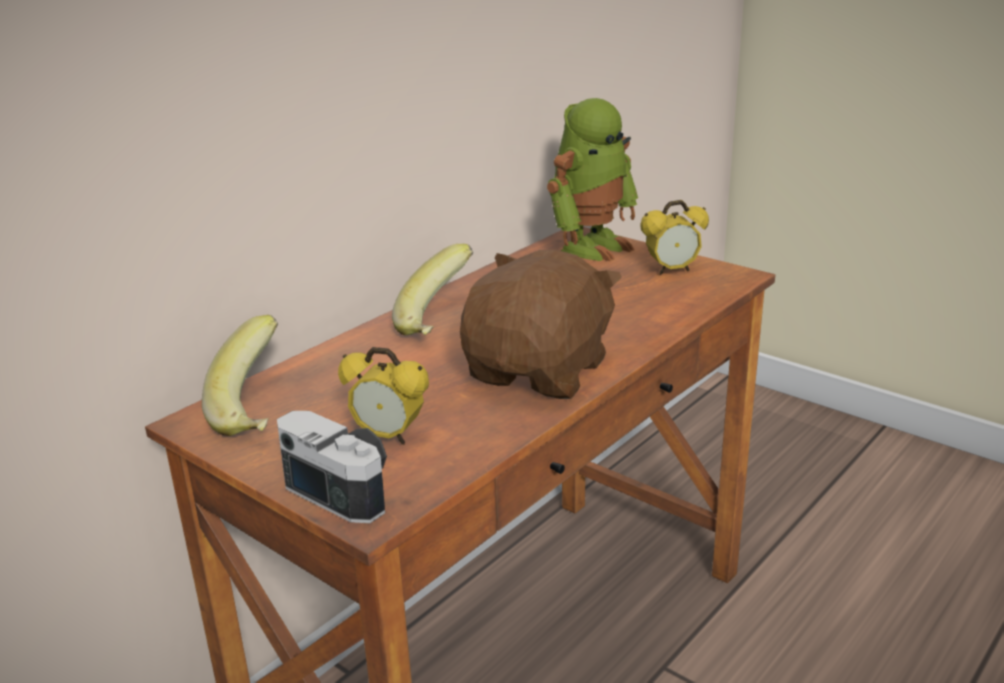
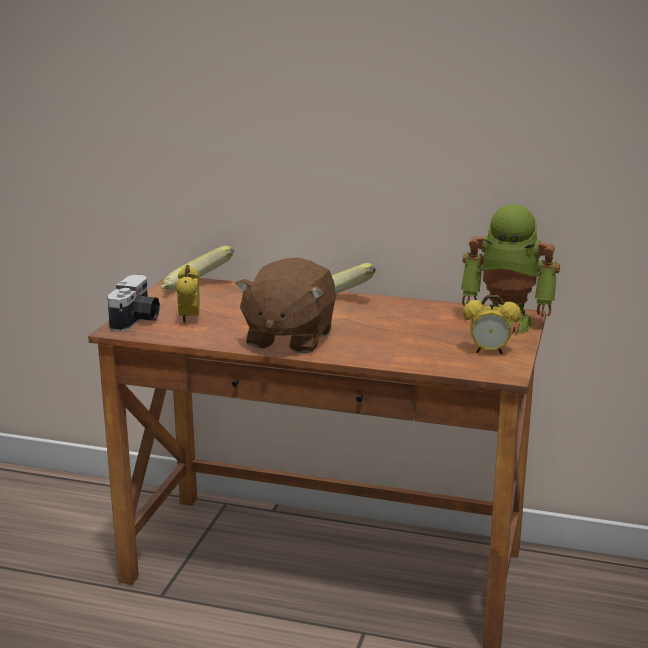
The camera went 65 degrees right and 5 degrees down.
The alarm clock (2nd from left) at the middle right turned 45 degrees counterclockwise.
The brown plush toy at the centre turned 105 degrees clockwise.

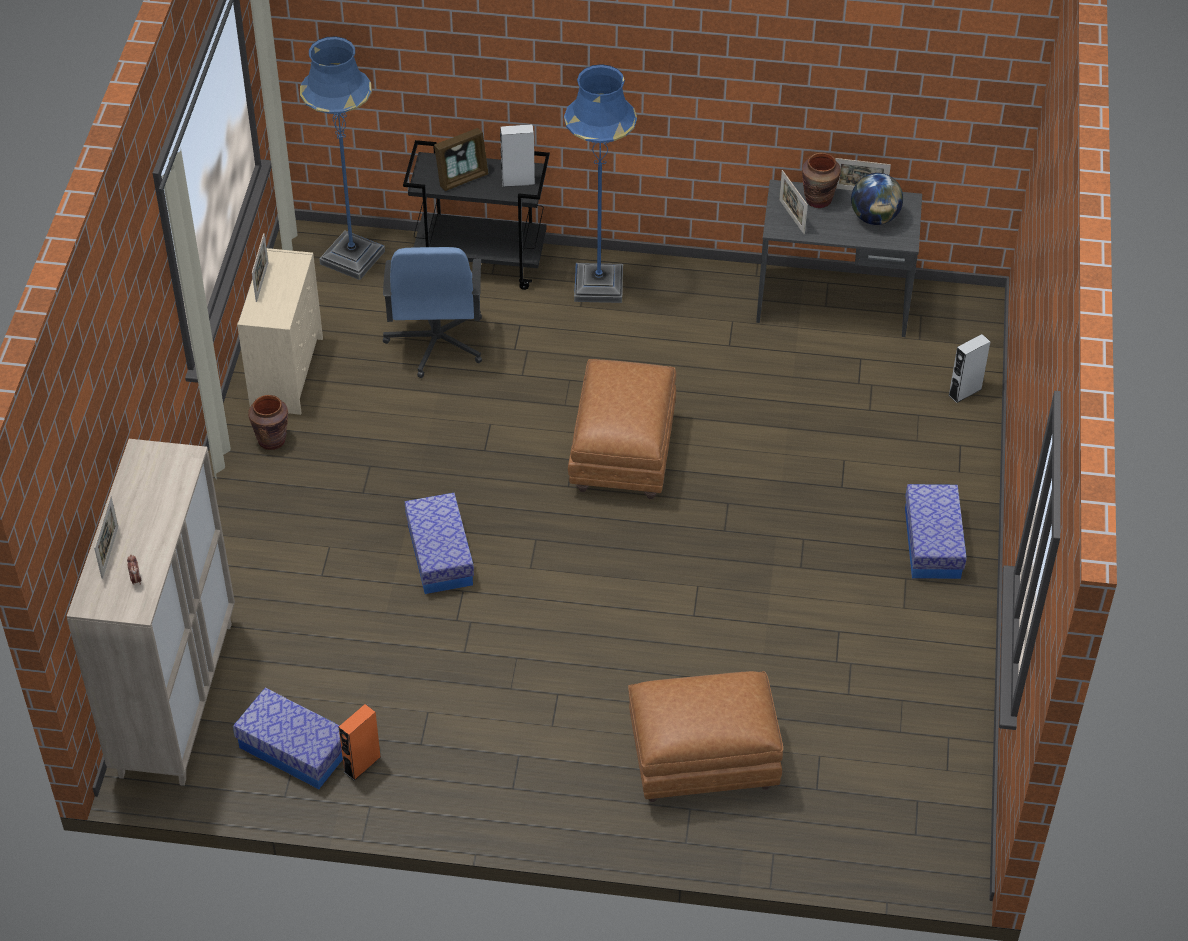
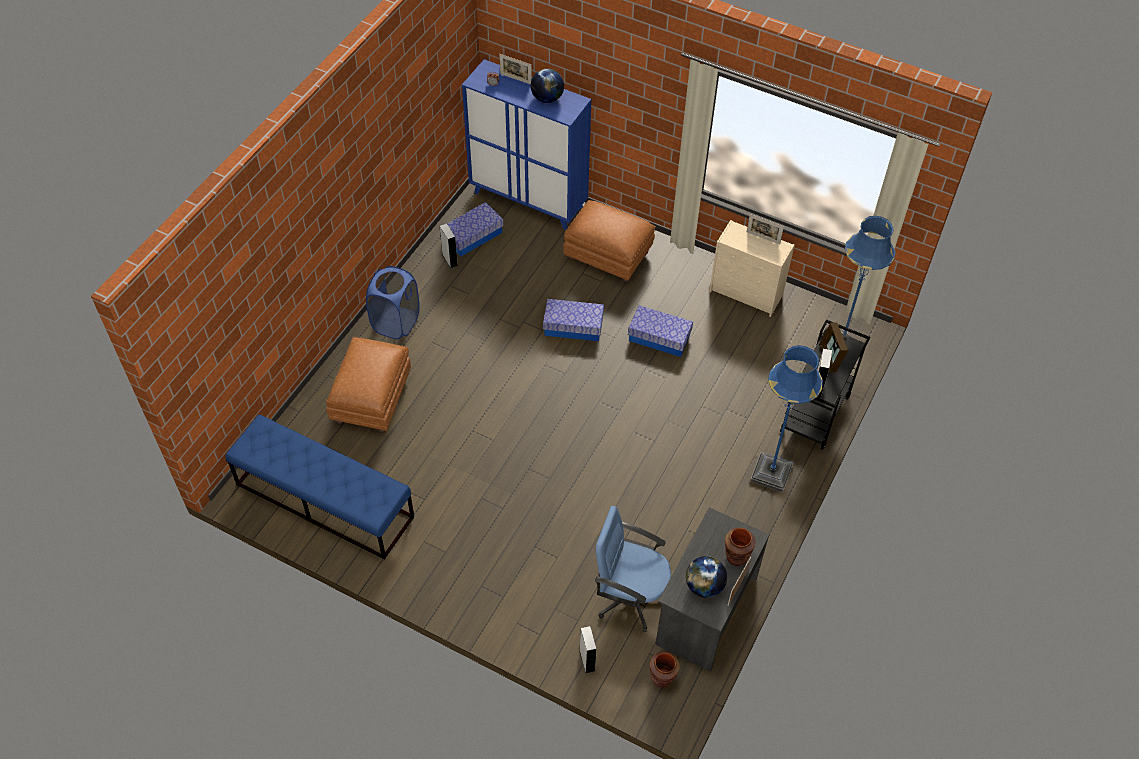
The camera went 110 degrees right and 5 degrees up.
The picture frame (4th from left) at the top right disappeared.
The blue office chair moved from the top centre to the bottom centre.
The brown ottoman (1st from left in the first image) moved from the centre to the top centre.
The brown vase (1st from left) moved from the middle left to the bottom centre.
The beige storage cabinet at the middle left became the blue storage cabinet at the top centre.
The storage bin (3rd from left) moved from the middle right to the centre.
The orange-coloured audio speaker at the bottom left became the greyish audio speaker (1st from left) at the top centre.
The desk globe (1st from left) at the top centre appeared.
The blue hamper at the centre appeared.
The blue bench at the middle left appeared.

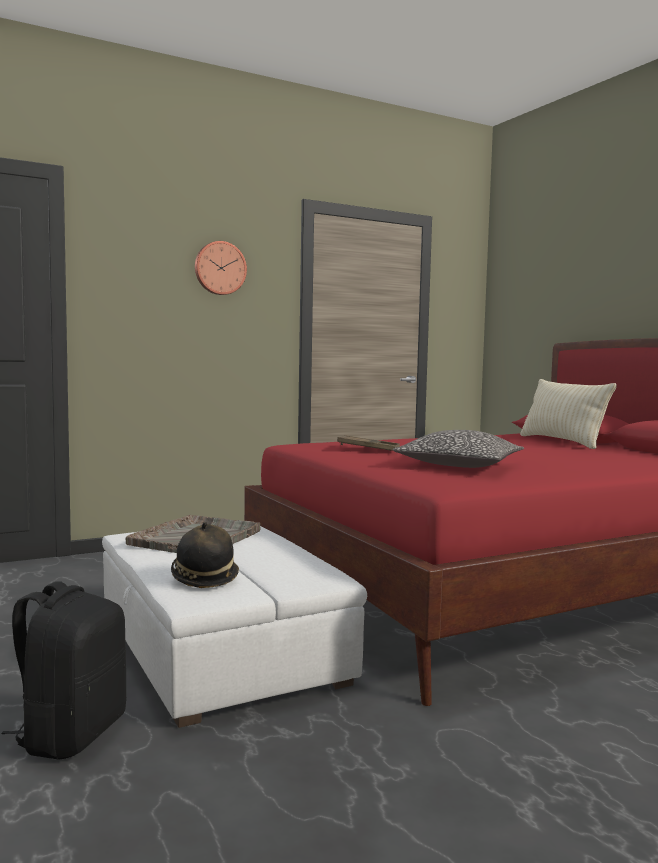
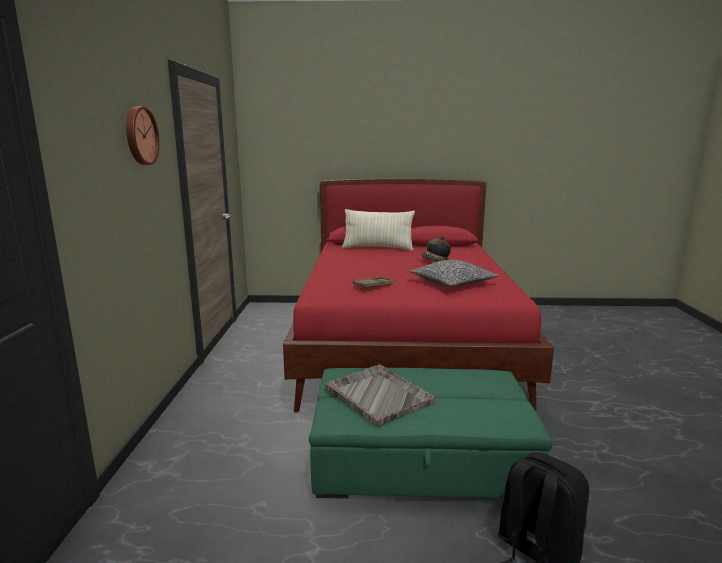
The camera went 60 degrees left and 10 degrees up.
The white-coloured ottoman at the bottom centre became the greenish ottoman at the bottom centre.
The clothing hat moved from the middle left to the centre.

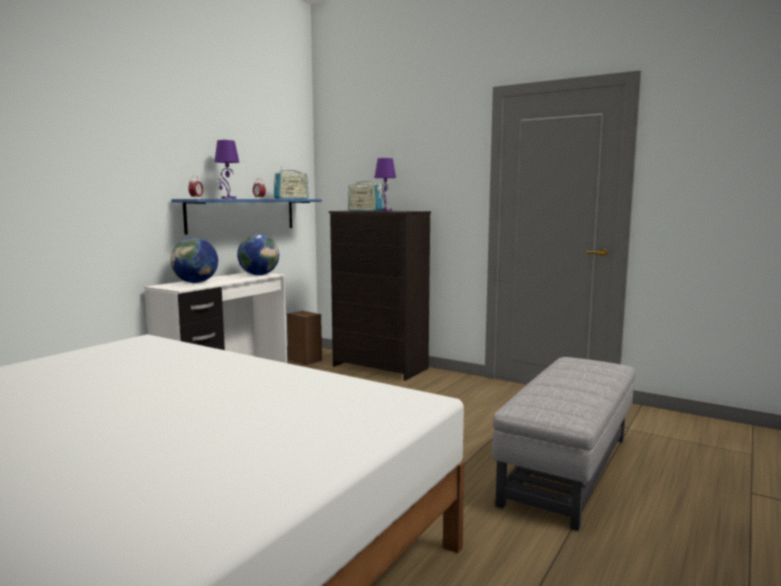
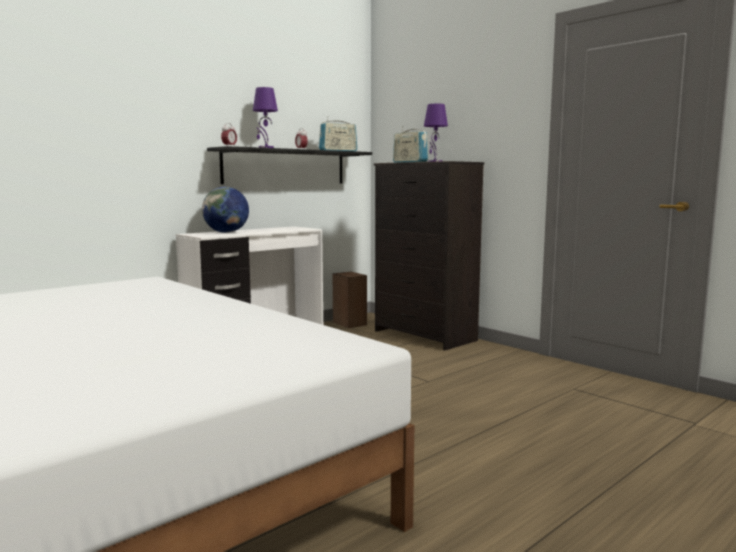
The camera went 15 degrees right and 0 degrees up.
The blue shelf at the middle left became the black shelf at the top centre.
The desk globe (2nd from left) at the middle left disappeared.
The greyish ottoman at the bottom right disappeared.

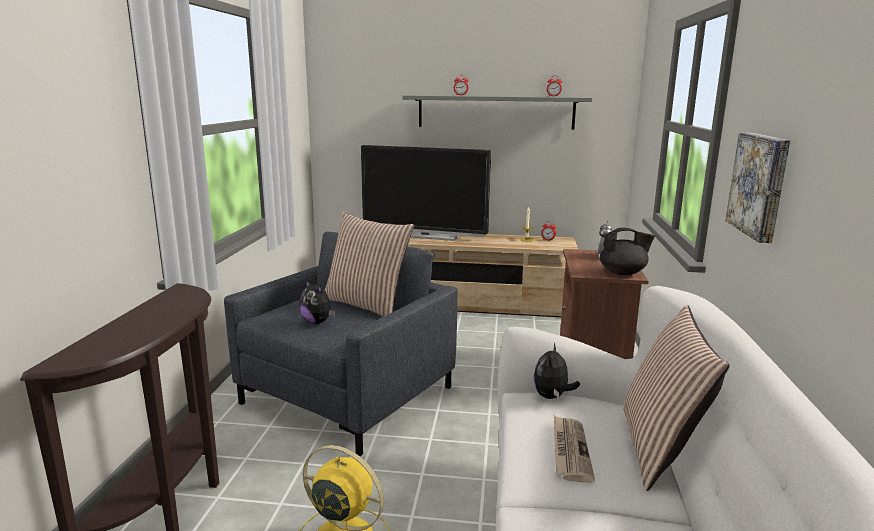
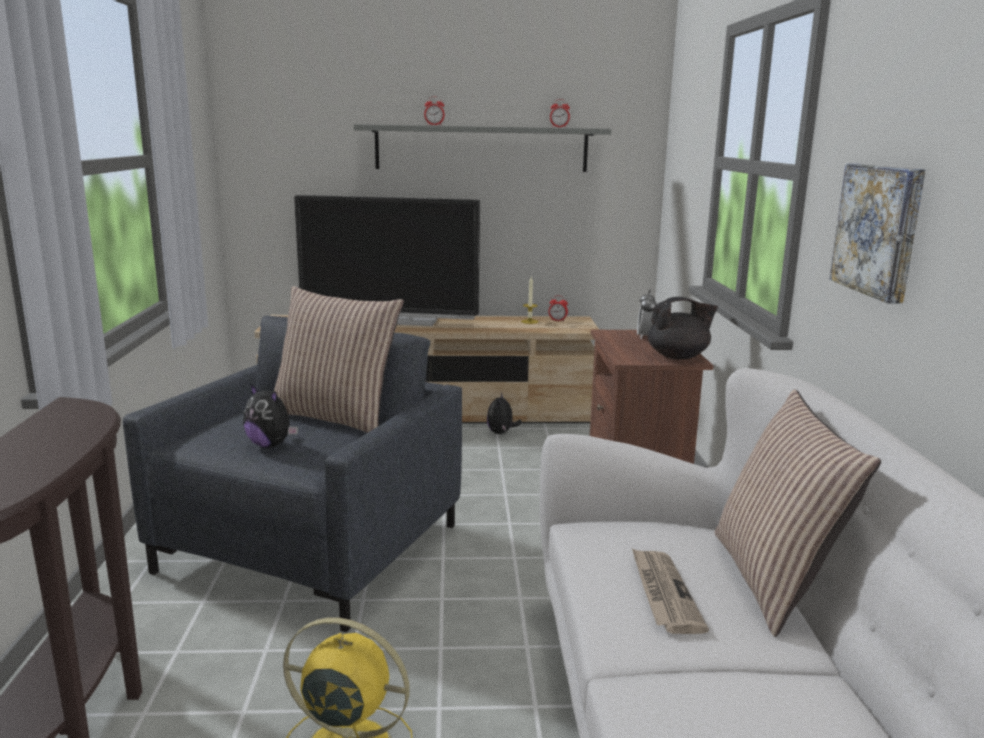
The camera went 10 degrees left and 0 degrees up.
The plush toy (2nd from left) moved from the bottom centre to the centre.

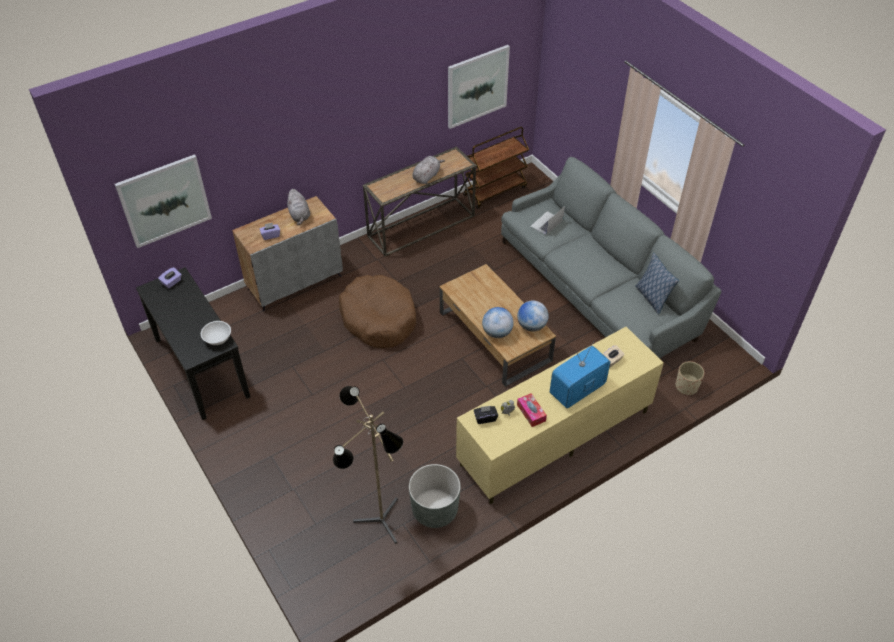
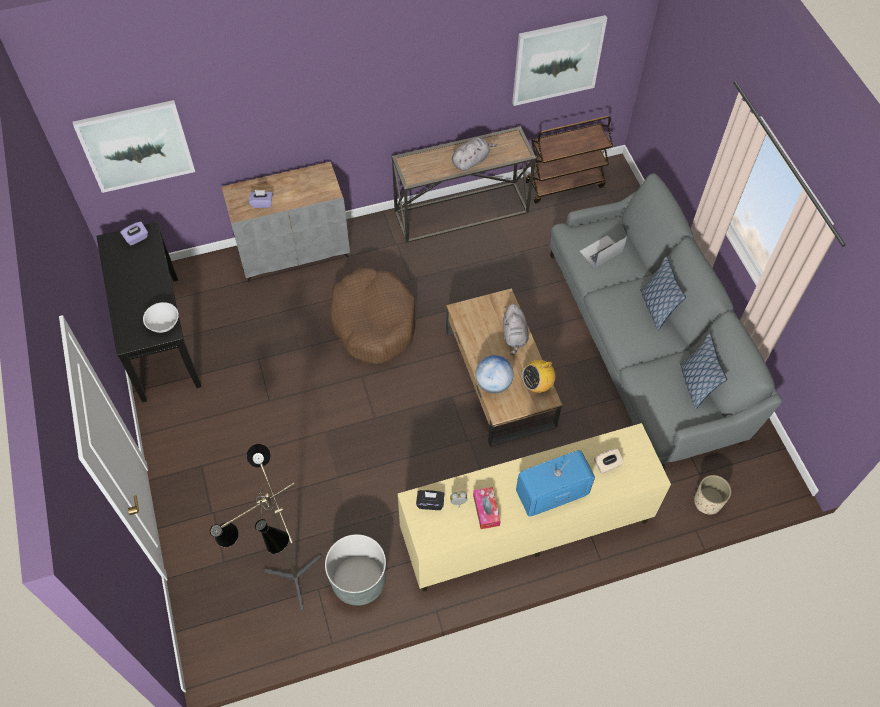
The camera went 15 degrees right and 10 degrees up.
The greyish plush toy (1st from left in the first image) moved from the top centre to the centre.
The desk globe (2nd from left) at the centre was replaced by the radio set at the centre.
The pillow (1st from left) at the middle right appeared.

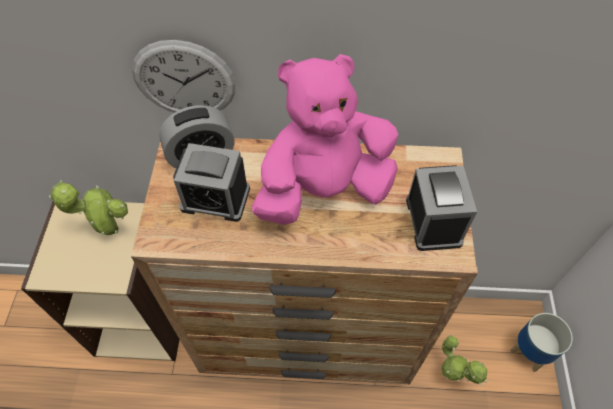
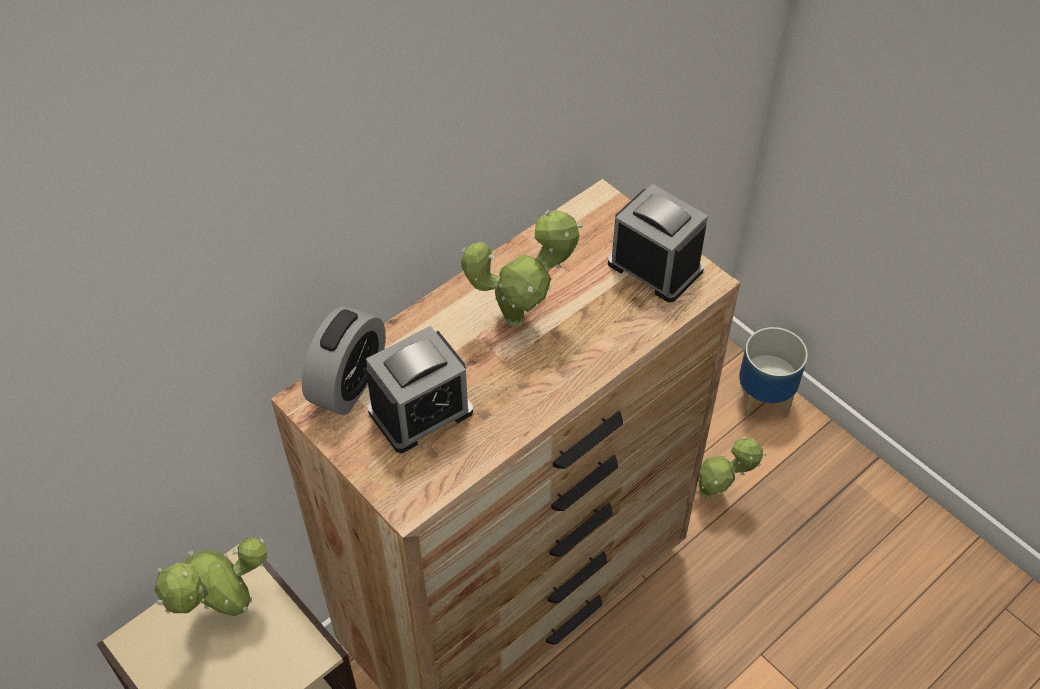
The camera went 45 degrees left and 5 degrees down.
The clock on the wall at the top left disappeared.
The pink plush toy at the centre was replaced by the potted plant (2nd from left) at the centre.

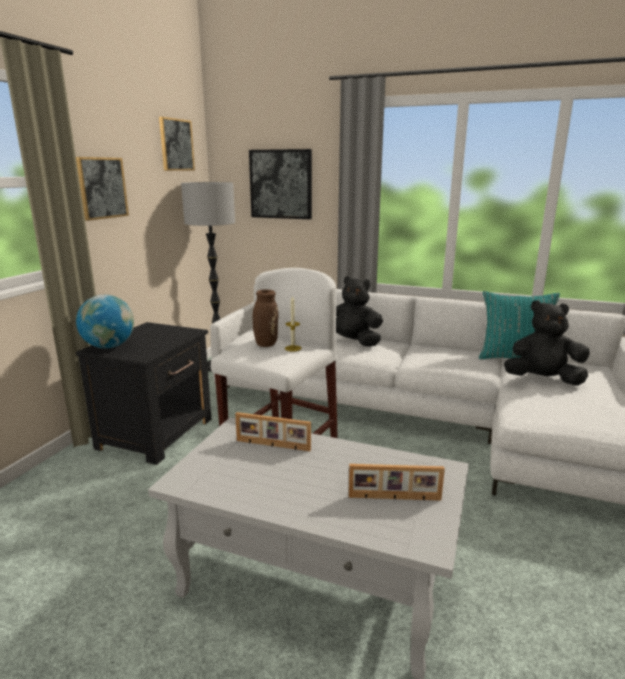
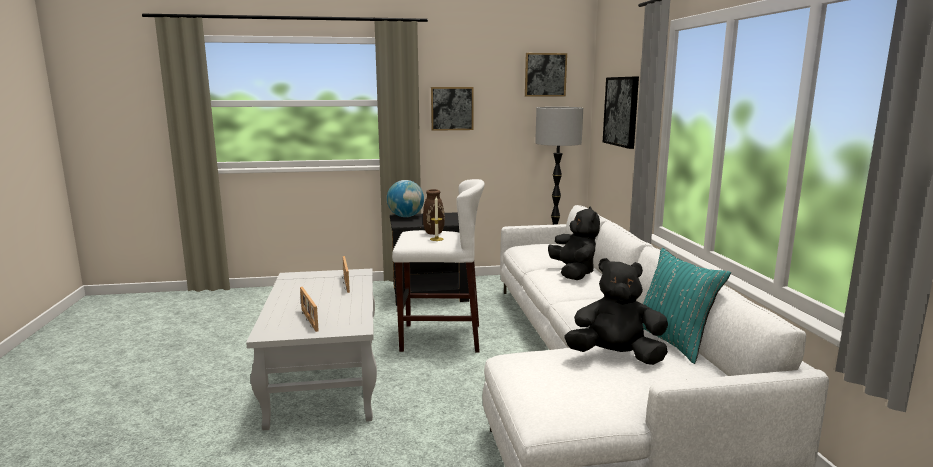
The camera went 60 degrees right and 5 degrees down.
The black plush toy (2nd from left) at the middle right turned 60 degrees counterclockwise.

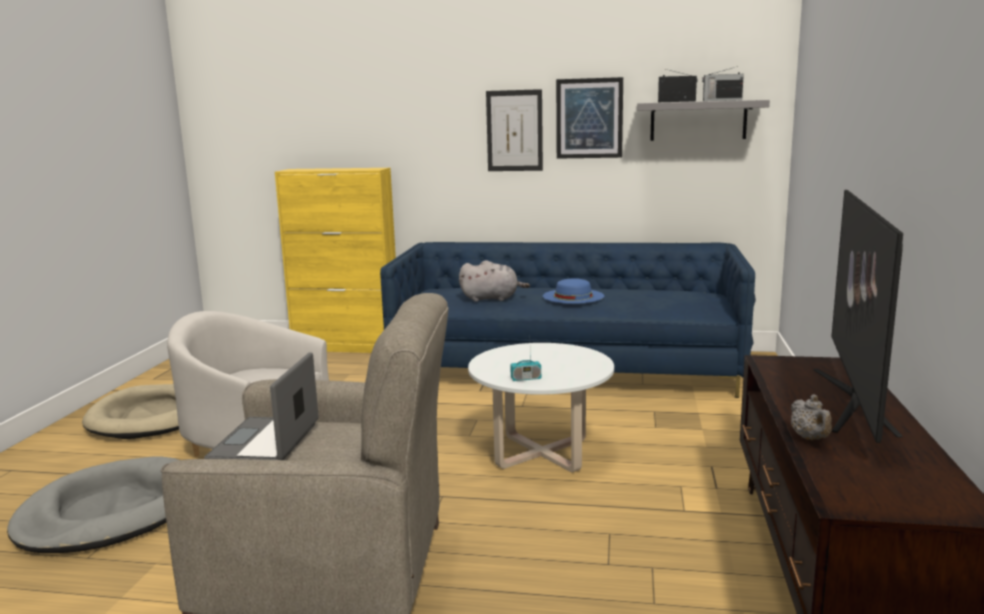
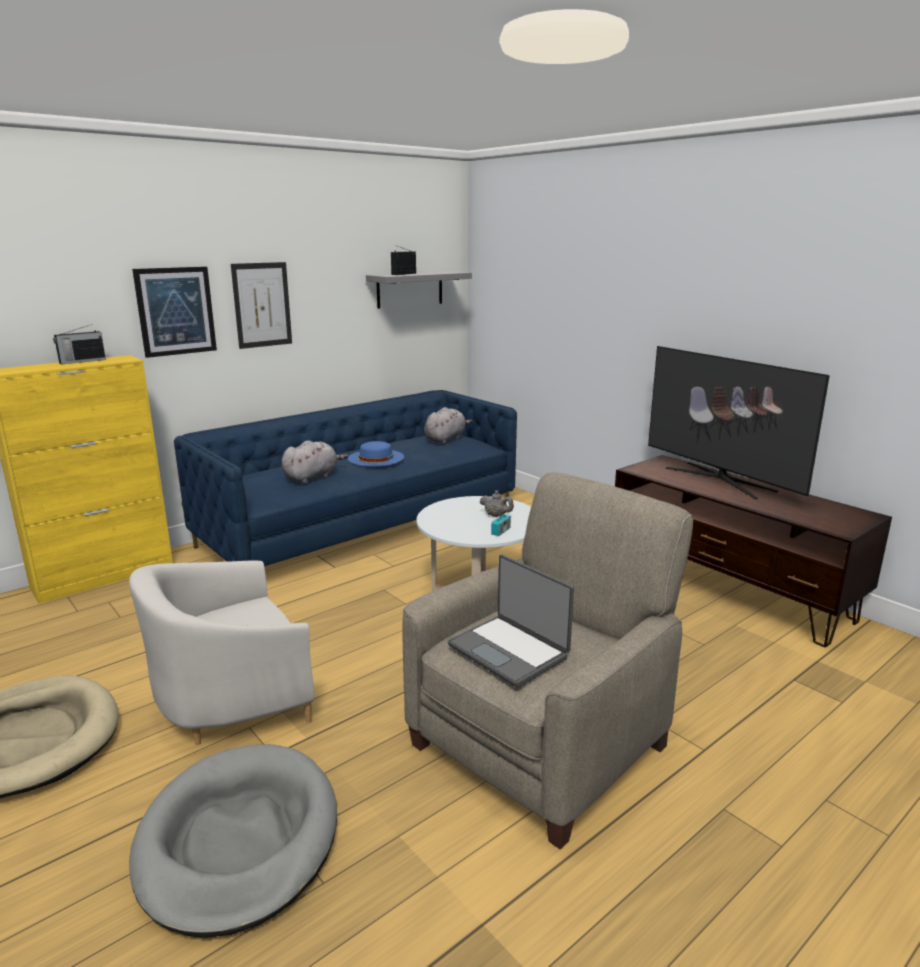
The camera went 50 degrees left and 5 degrees up.
The radio set (3rd from left in the first image) moved from the top right to the middle left.
The picture (2nd from left in the first image) moved from the top centre to the top left.
The greyish tea pot moved from the bottom right to the centre.
The greyish plush toy (2nd from left) at the centre appeared.

